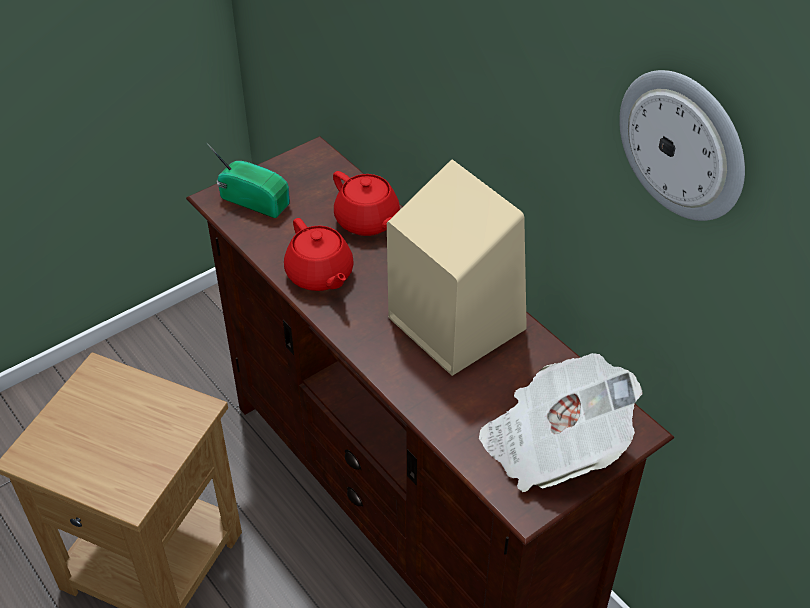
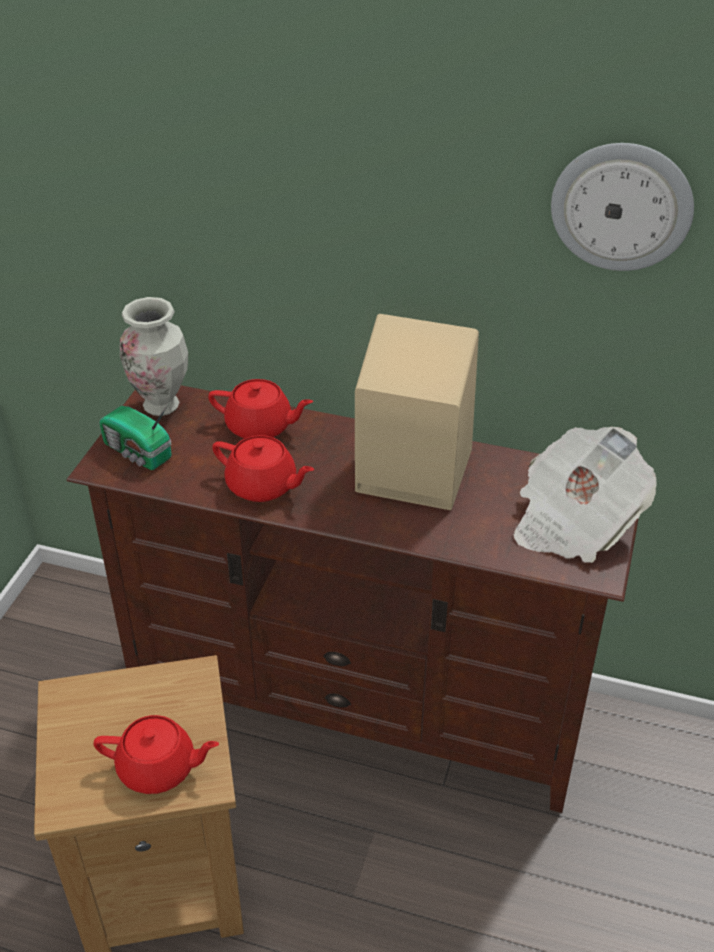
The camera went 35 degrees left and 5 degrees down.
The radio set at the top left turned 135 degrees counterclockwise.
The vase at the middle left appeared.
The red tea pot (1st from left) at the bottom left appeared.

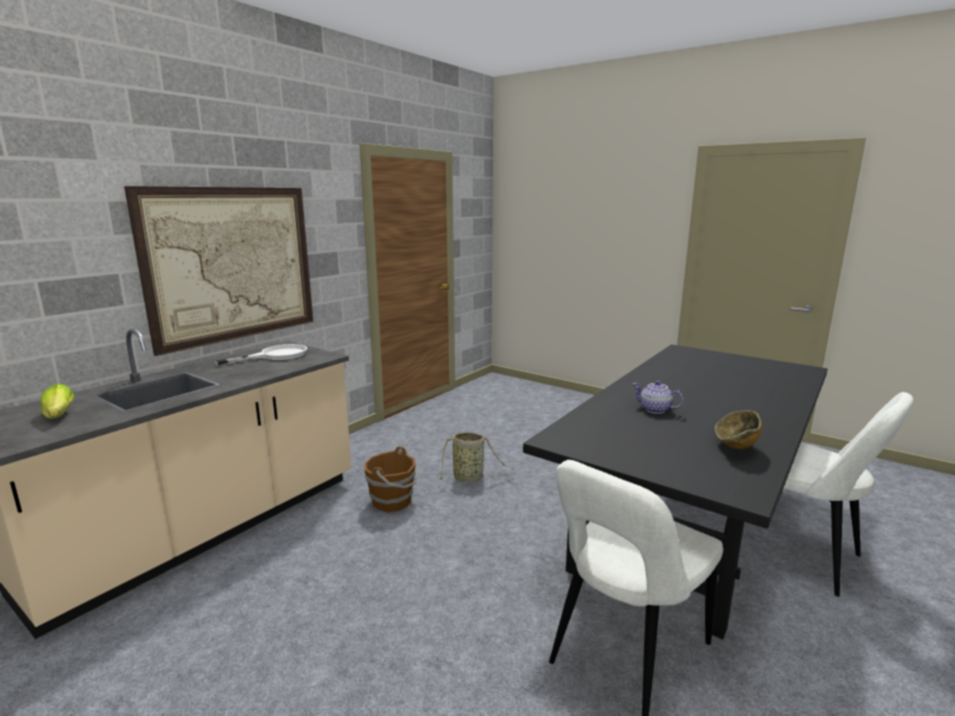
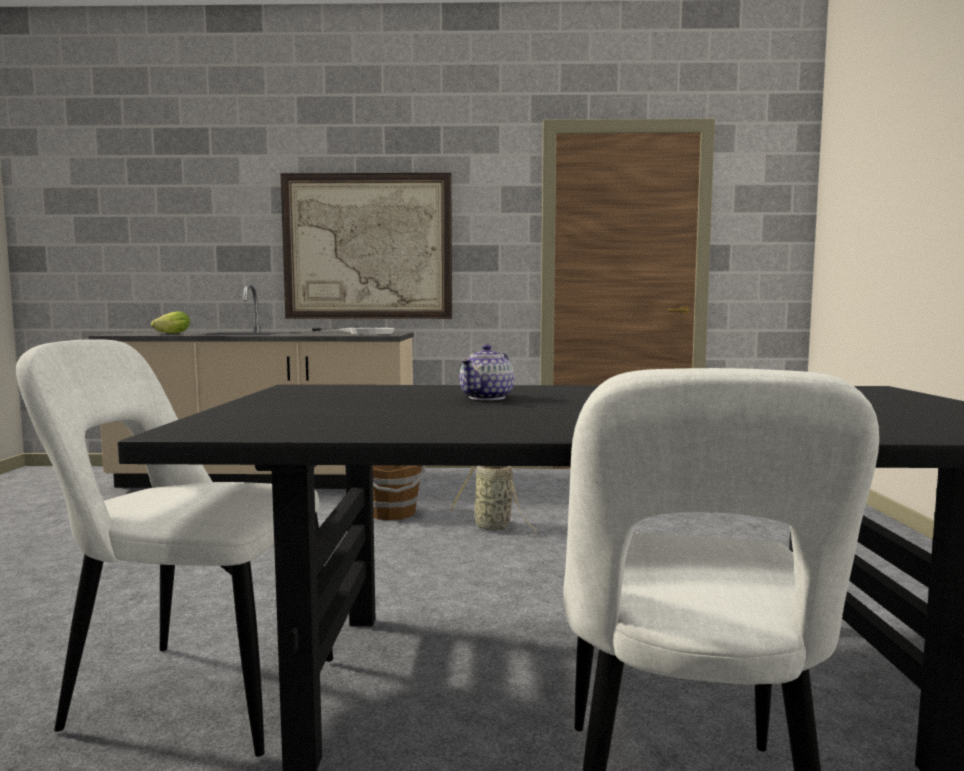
The camera went 55 degrees right and 10 degrees down.
The tea pot at the middle right turned 150 degrees counterclockwise.
The serving bowl at the middle right disappeared.

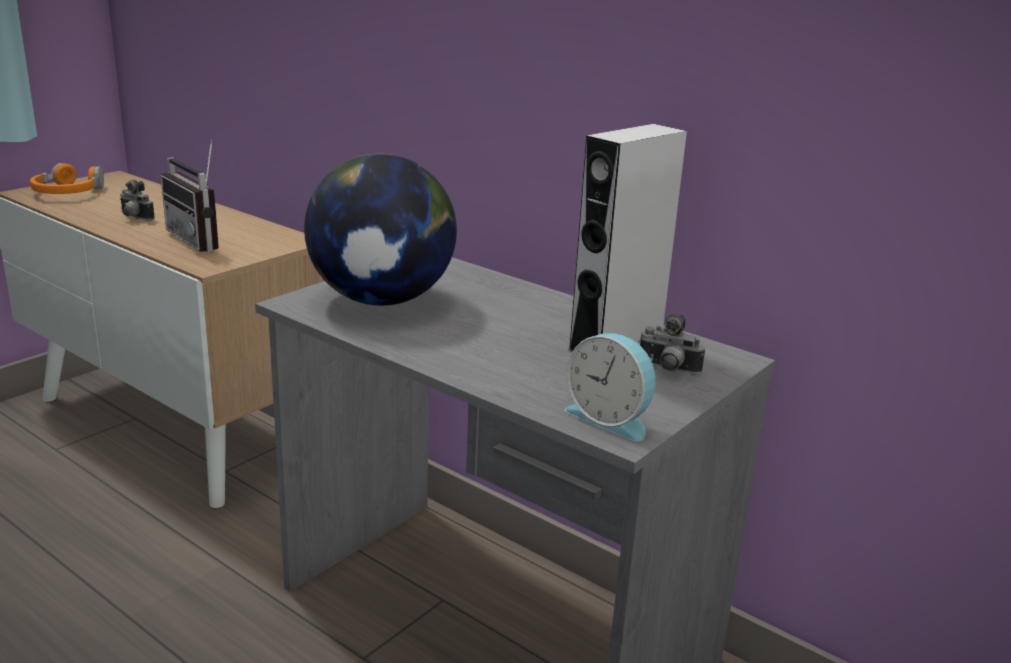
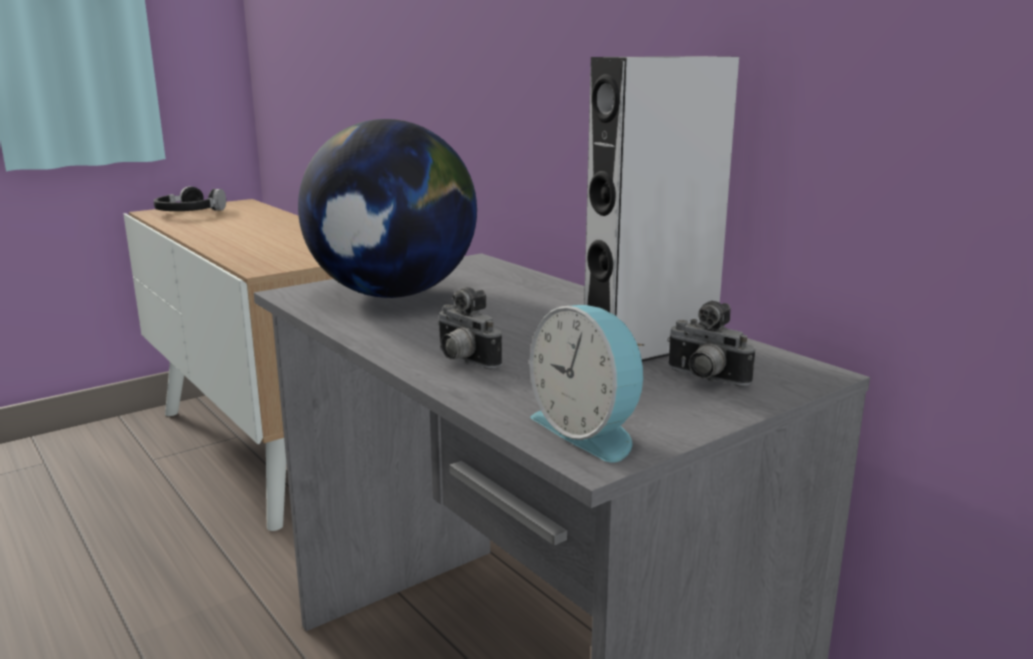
The camera went 15 degrees right and 5 degrees down.
The radio set at the top left disappeared.
The orange-coloured pair of headphones at the top left became the black pair of headphones at the top left.
The still camera (1st from left) moved from the top left to the centre.

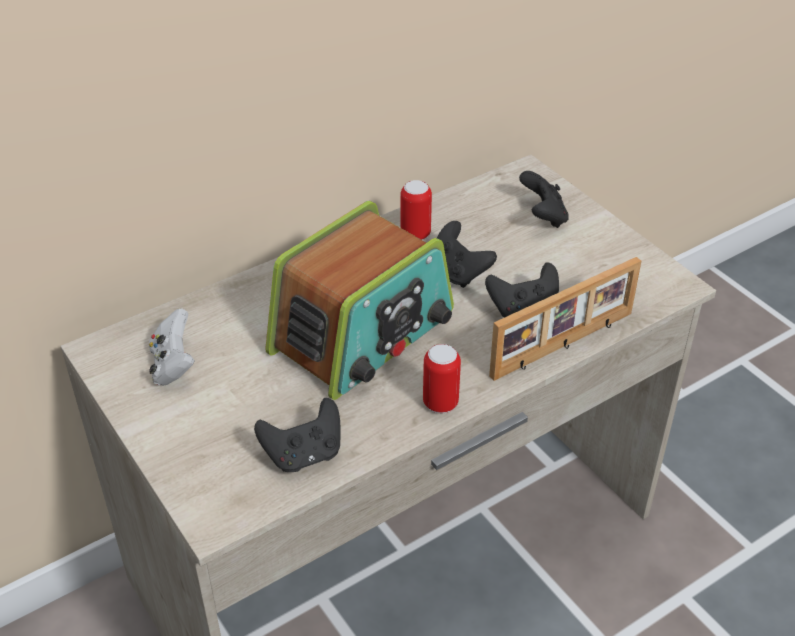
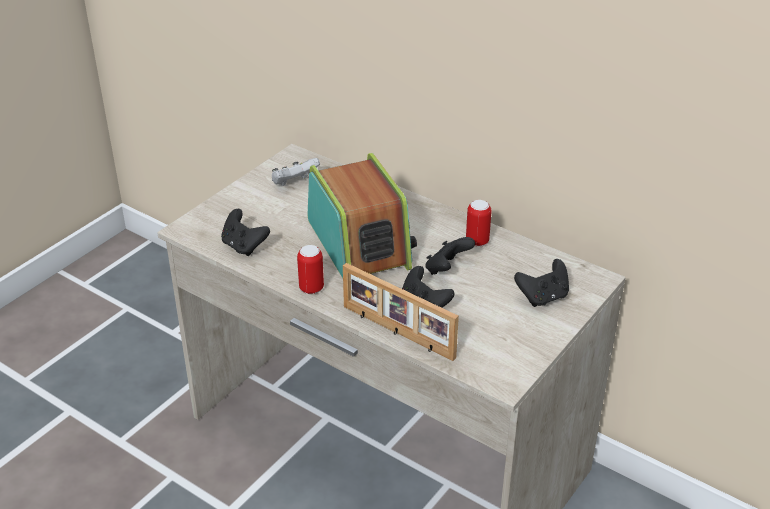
The camera went 70 degrees right and 5 degrees down.
The radio set at the centre turned 135 degrees counterclockwise.

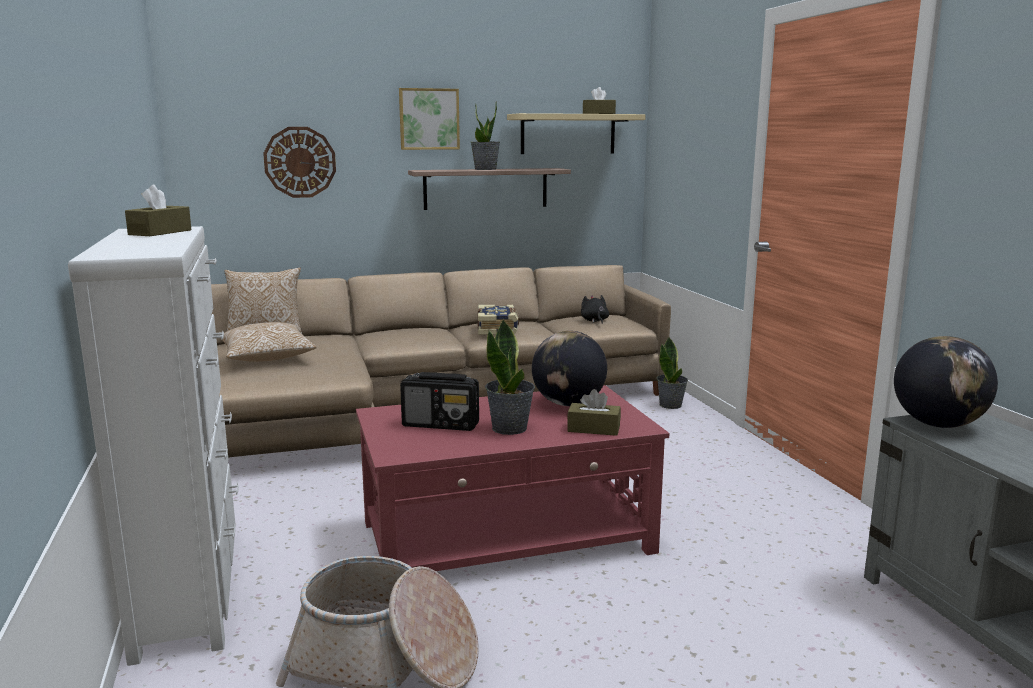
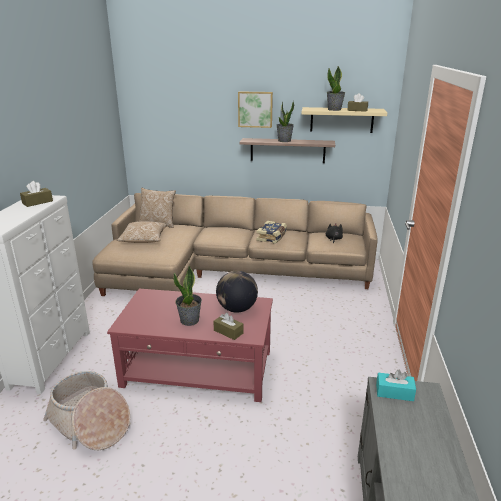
The camera went 25 degrees right and 10 degrees up.
The clock on the wall at the top left disappeared.
The desk globe (2nd from left) at the middle right was replaced by the turquoise-coloured tissue holder at the bottom right.
The potted plant (3rd from left) moved from the centre to the top right.
The radio set at the centre disappeared.

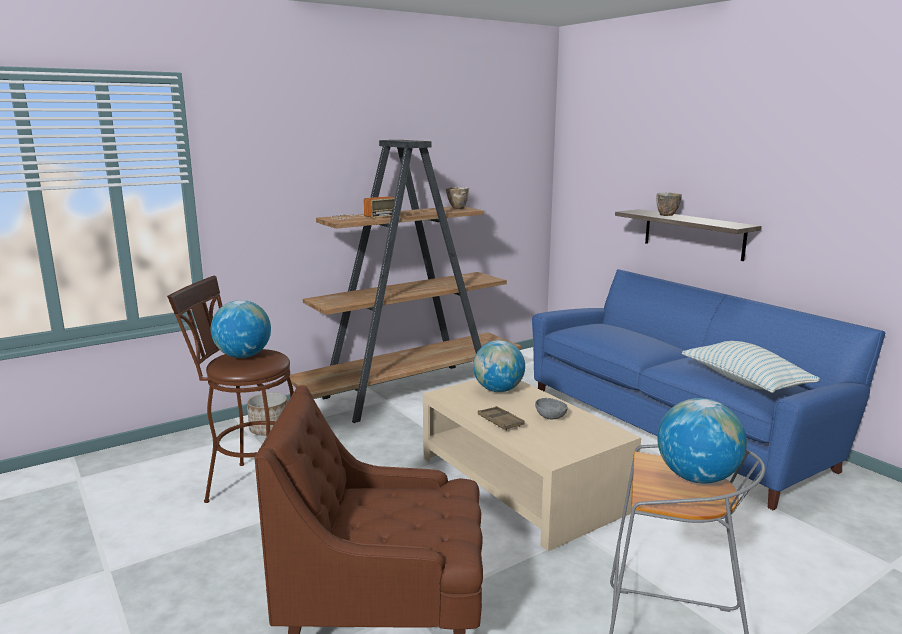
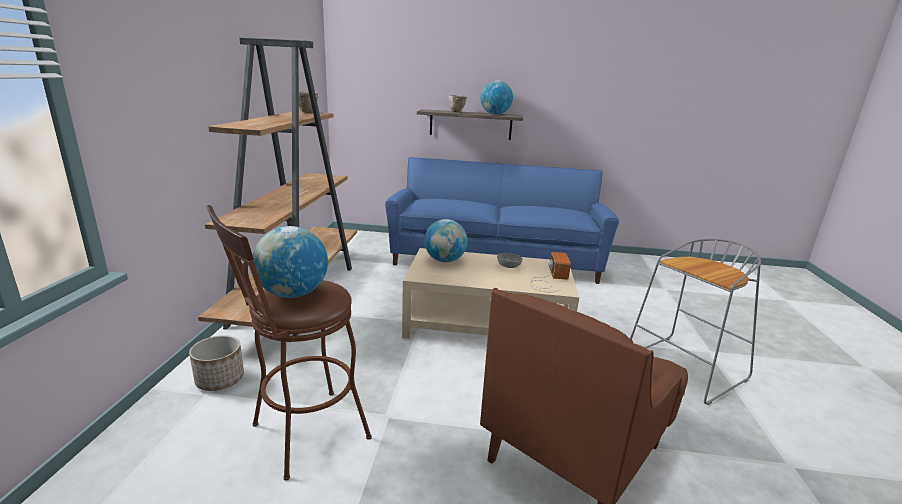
The camera went 50 degrees left and 5 degrees up.
The radio set moved from the top centre to the centre.
The pillow at the middle right disappeared.
The desk globe (3rd from left) moved from the bottom right to the top centre.
The brown serving tray at the centre disappeared.

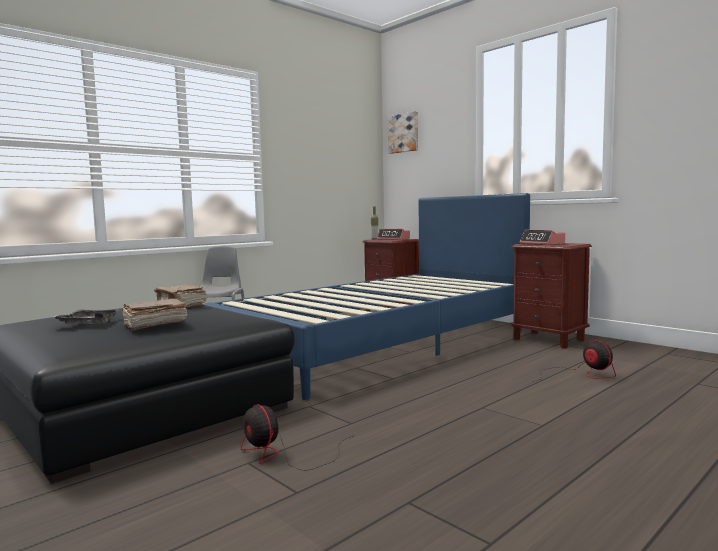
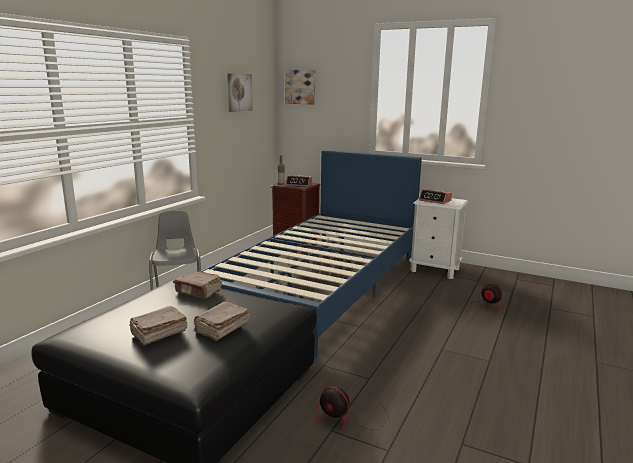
The camera went 20 degrees left and 10 degrees up.
The brown nightstand (2nd from left) at the middle right became the white-coloured nightstand at the middle right.
The greyish serving tray at the middle left was replaced by the brown volume (1st from left) at the bottom left.
The picture (1st from left) at the top centre appeared.

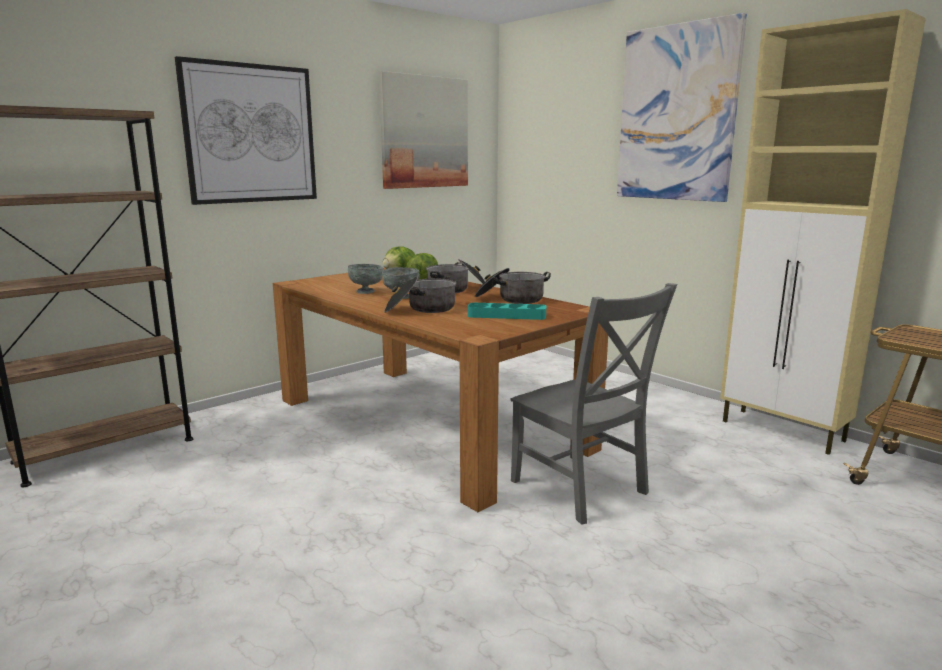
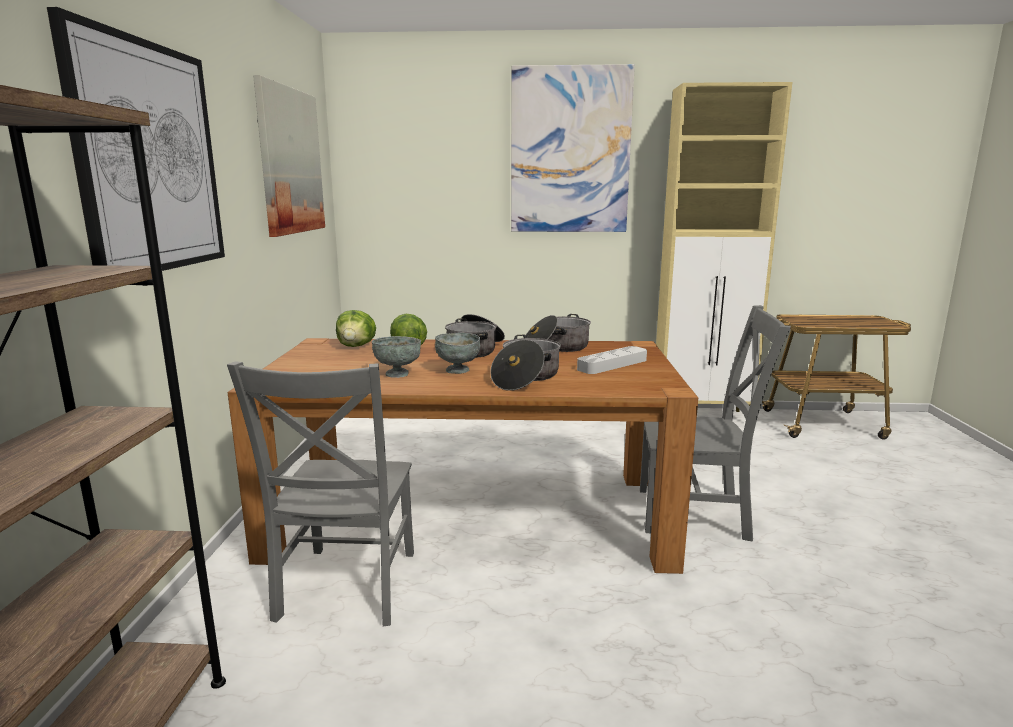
The camera went 45 degrees left and 0 degrees up.
The turquoise-coloured serving tray at the centre became the greyish serving tray at the centre.
The greyish upright chair (1st from left) at the bottom left appeared.

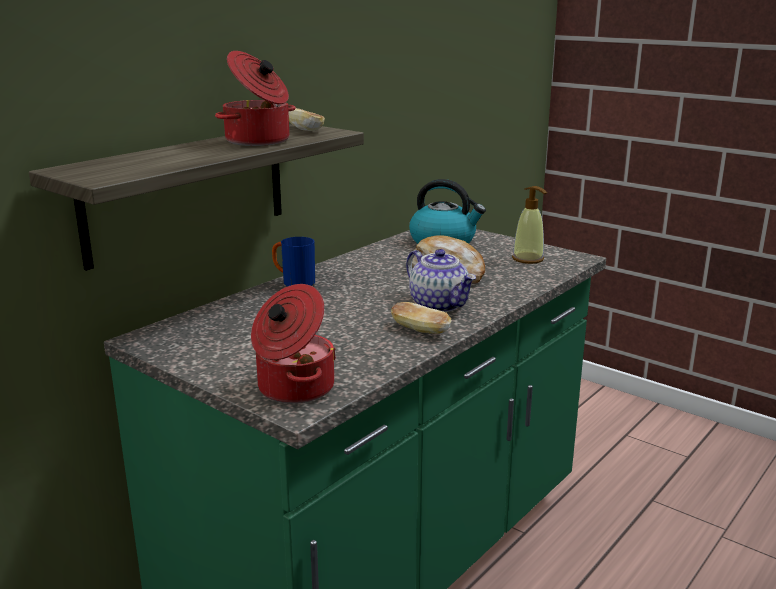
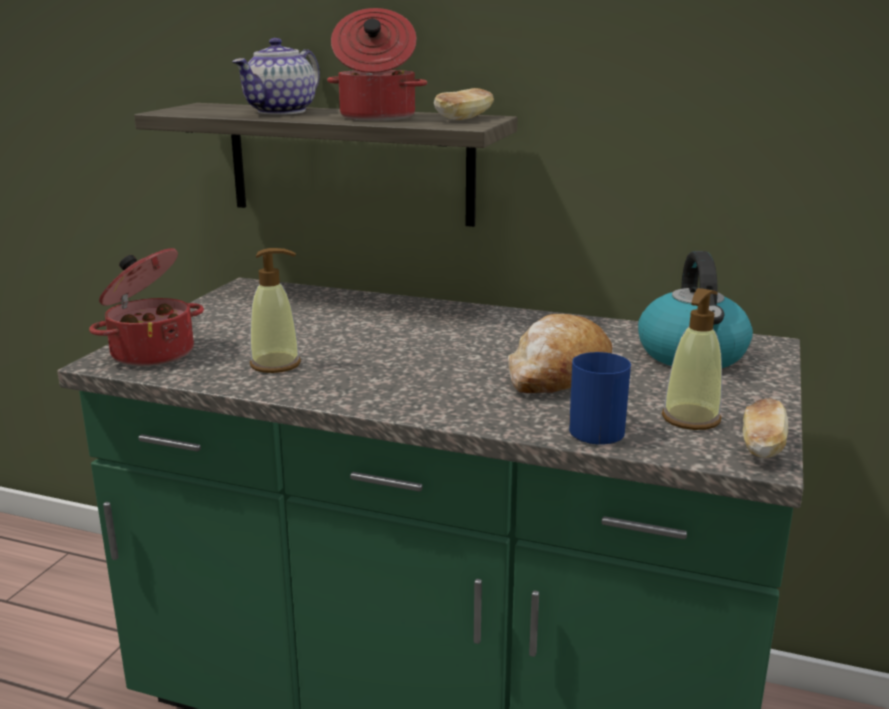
The camera went 70 degrees right and 0 degrees up.
The blue tea mug moved from the centre to the middle right.
The tea pot moved from the centre to the top left.
The bakery bread (2nd from left in the first image) moved from the centre to the middle right.
The soap bottle (1st from left) at the middle left appeared.

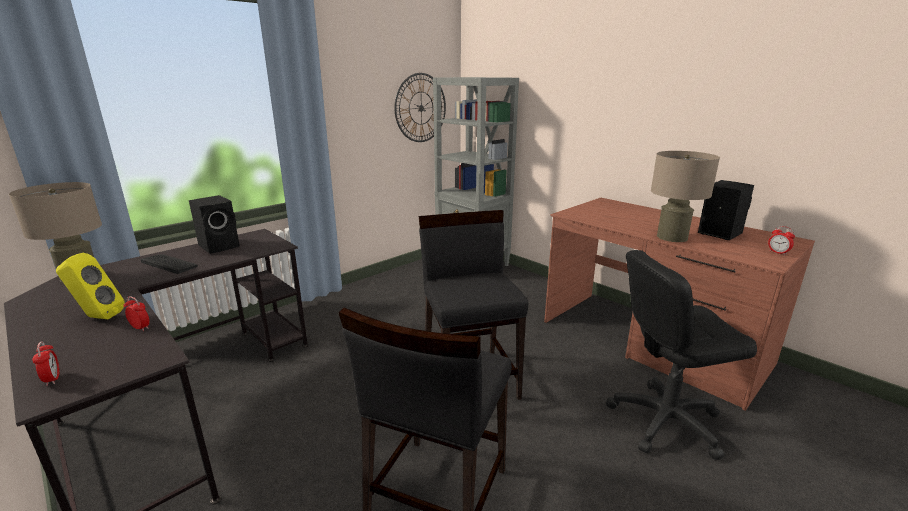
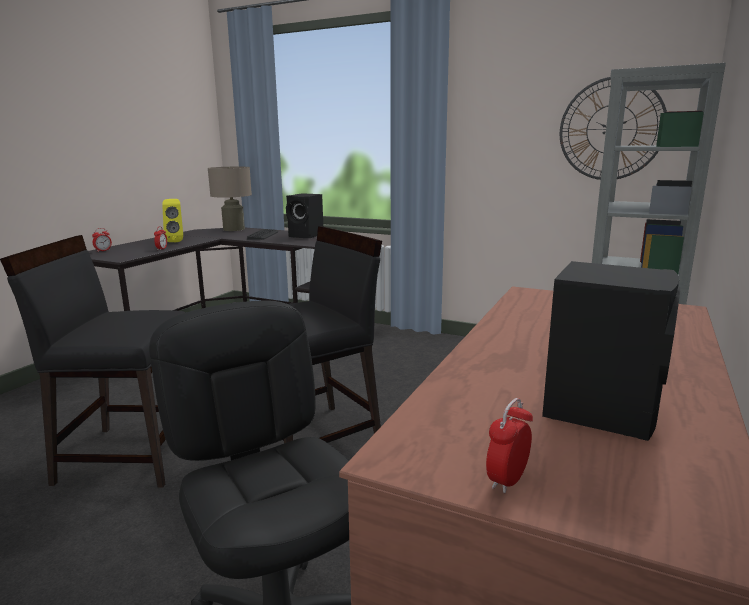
The camera went 70 degrees right and 5 degrees down.
The beige table lamp (2nd from left) at the middle right disappeared.

